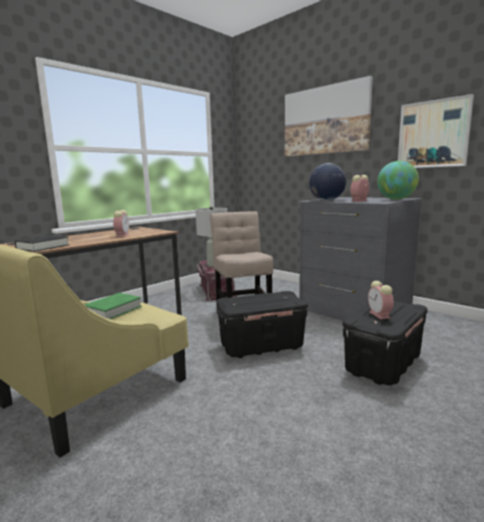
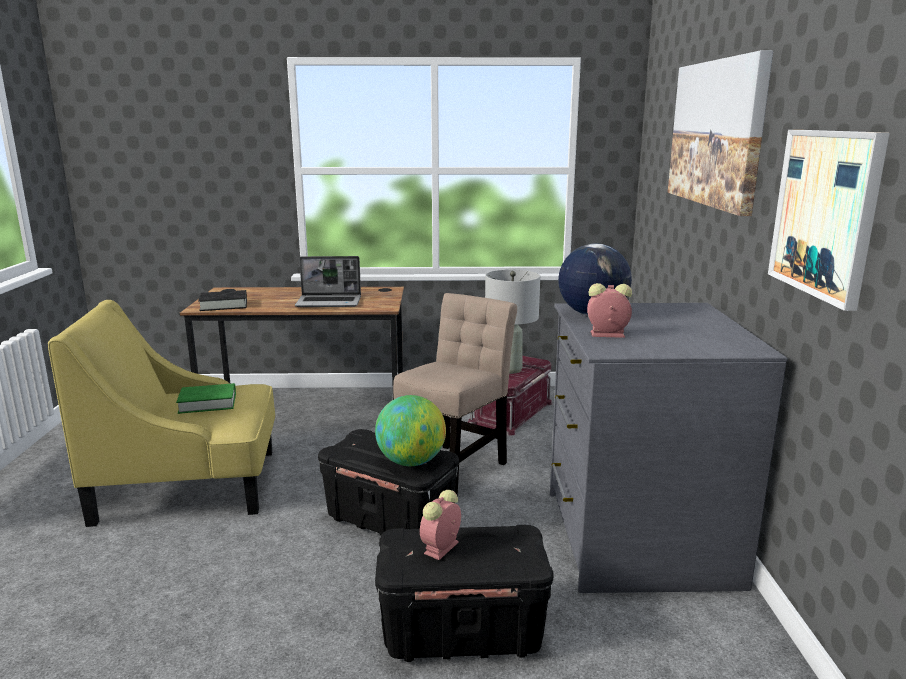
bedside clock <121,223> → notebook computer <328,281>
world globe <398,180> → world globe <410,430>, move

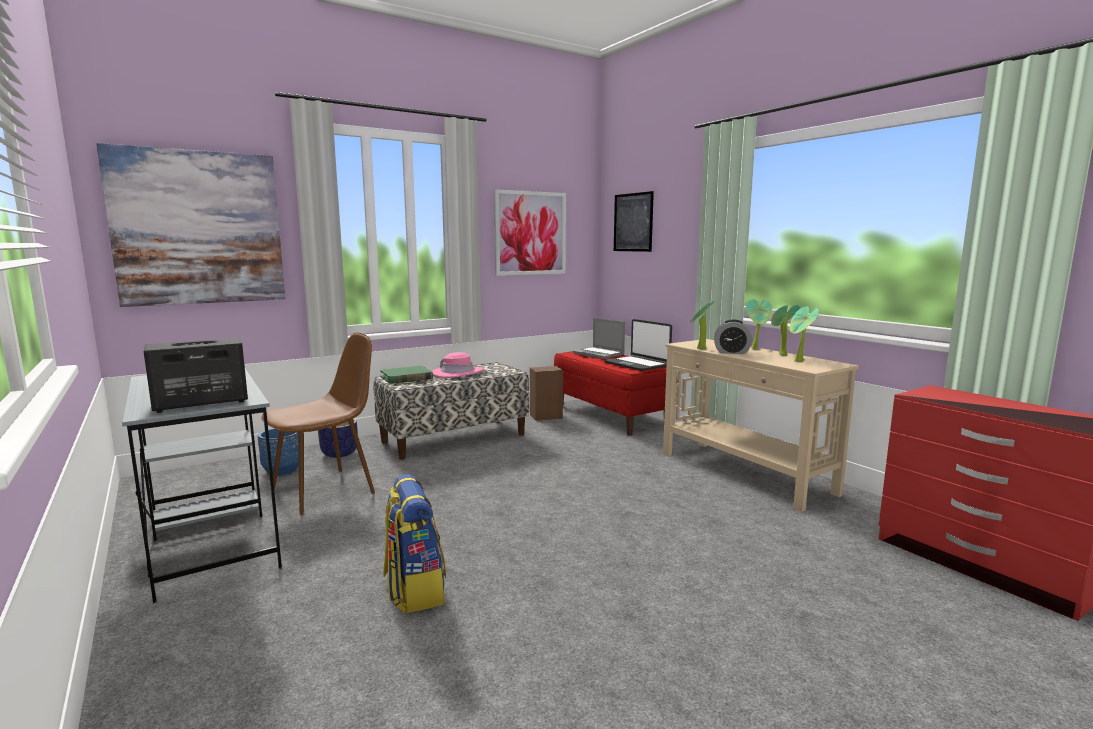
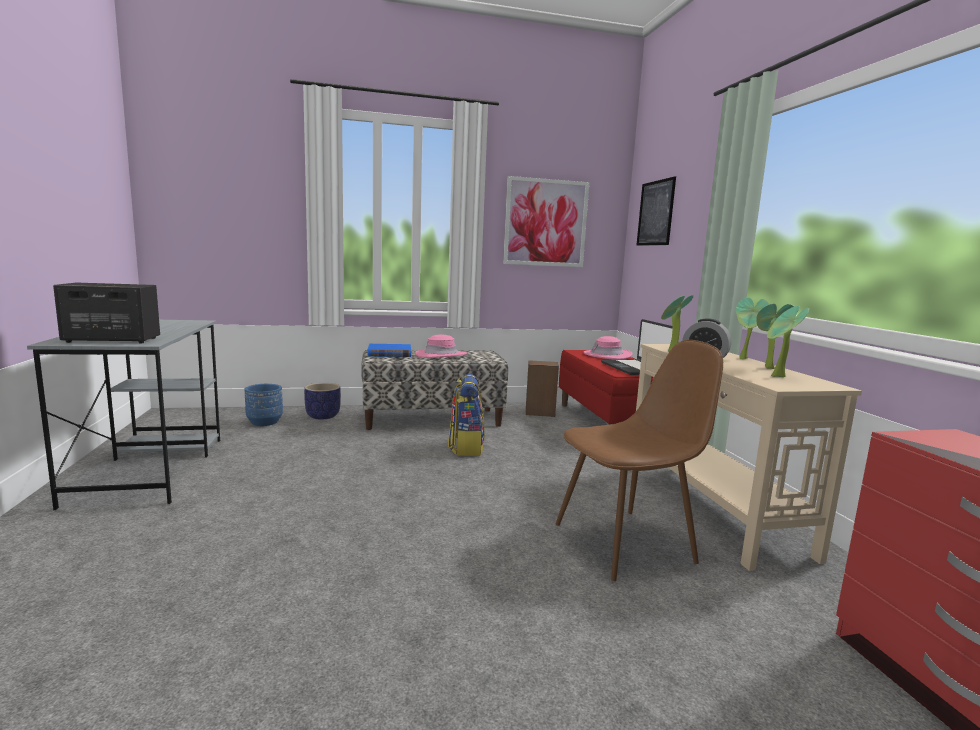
picture <190,225> → -
chair/brown-coloured <318,423> → chair/brown-coloured <639,460>, move
bound book/greenish <406,375> → bound book/blue-coloured <389,350>
backpack <415,543> → backpack <466,415>, move
notebook computer <599,338> → clothing hat/pinkish <608,348>

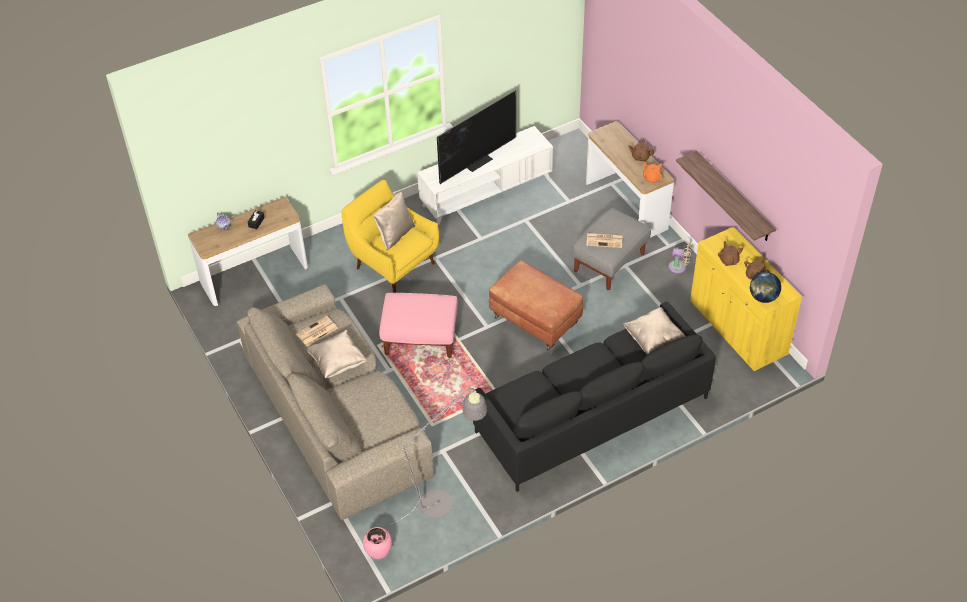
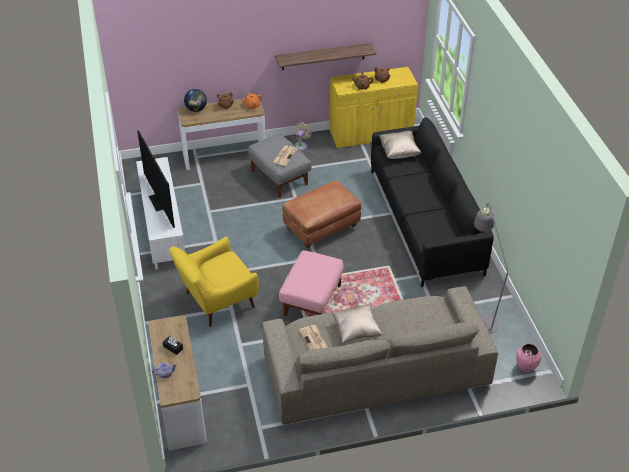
pillow/sand-coloured <394,221> → -
world globe <765,287> → world globe <195,100>, move

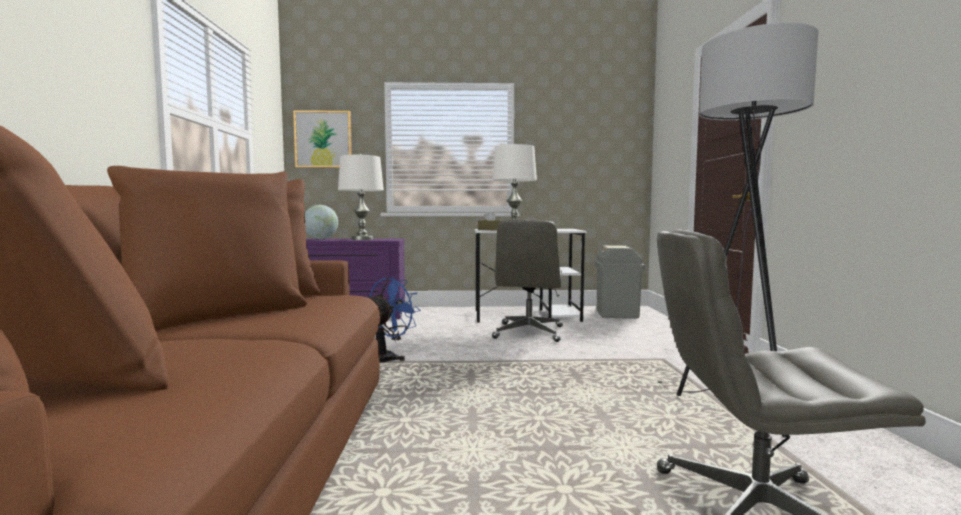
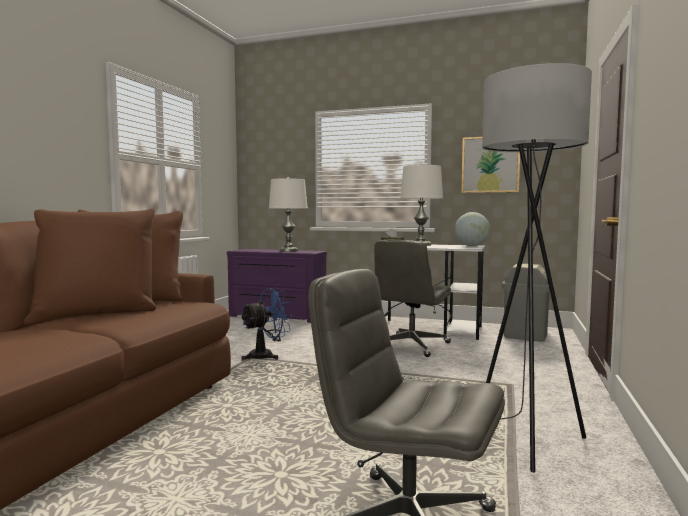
picture <322,139> → picture <490,165>, move
world globe <321,222> → world globe <472,229>, move

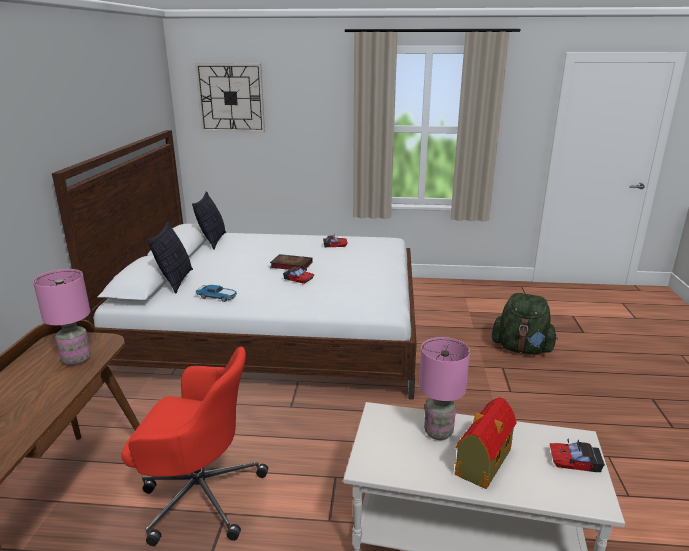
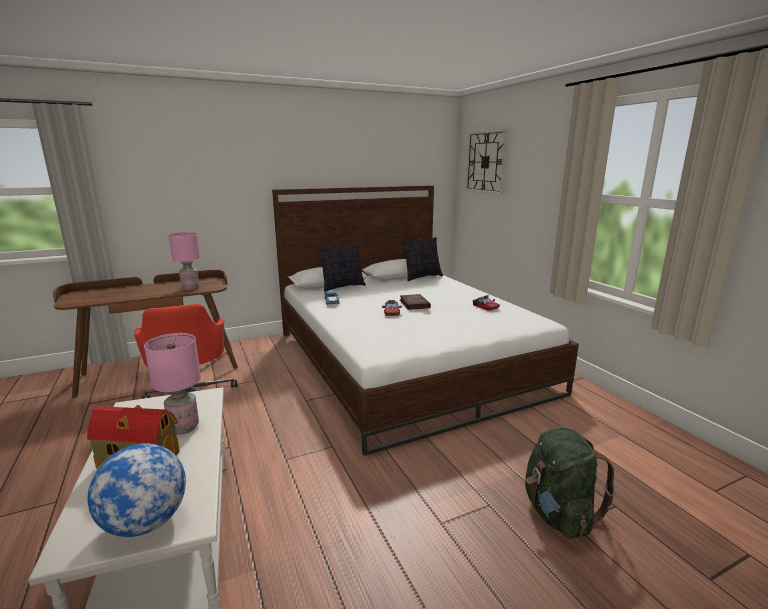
model car <577,455> → world globe <136,490>

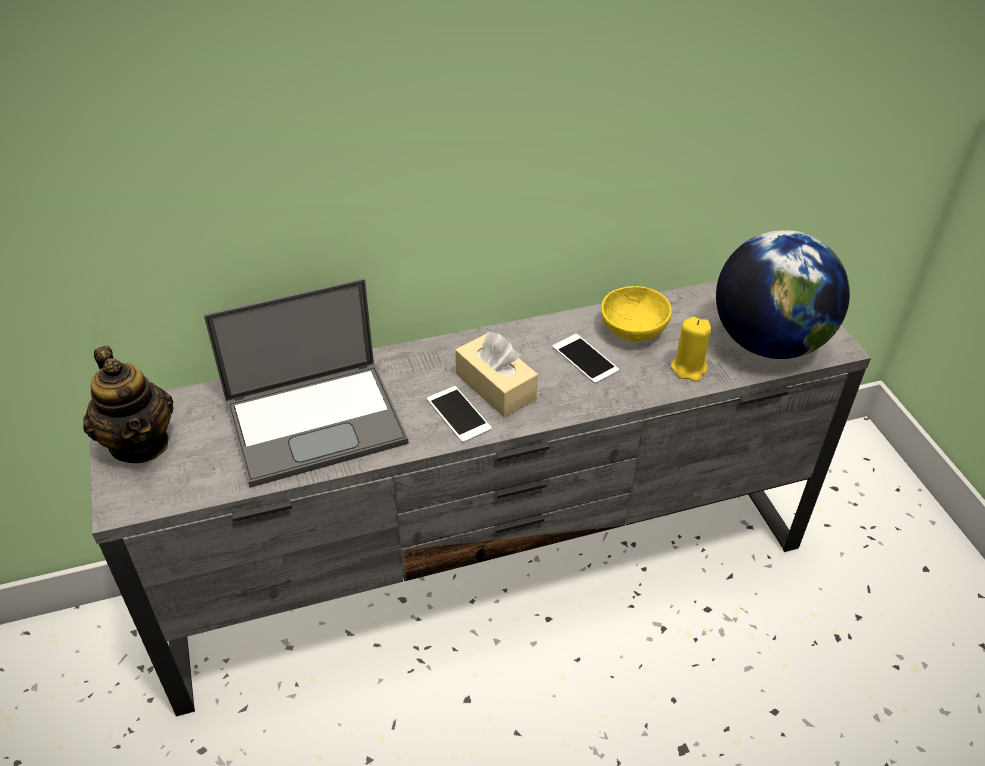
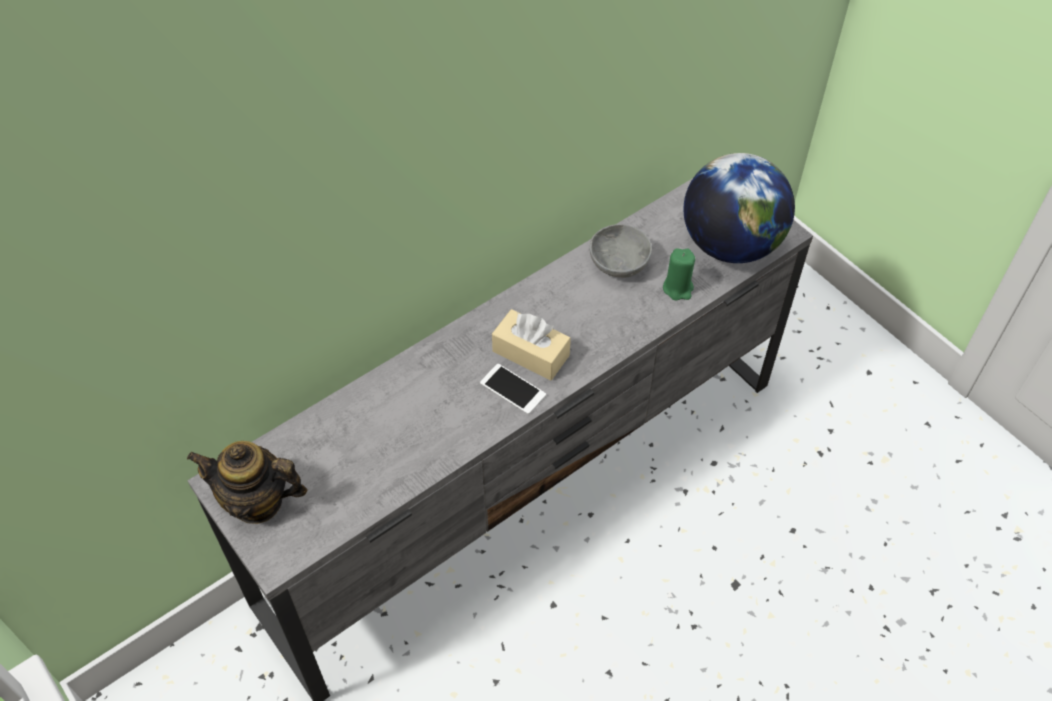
pot for tea <128,404> → pot for tea <247,482>, 150 degrees clockwise
notebook computer <306,383> → -
handset <585,359> → -
deep dish/yellow <636,314> → deep dish/gray <621,251>
wax light/yellow <691,349> → wax light/greenish <679,274>

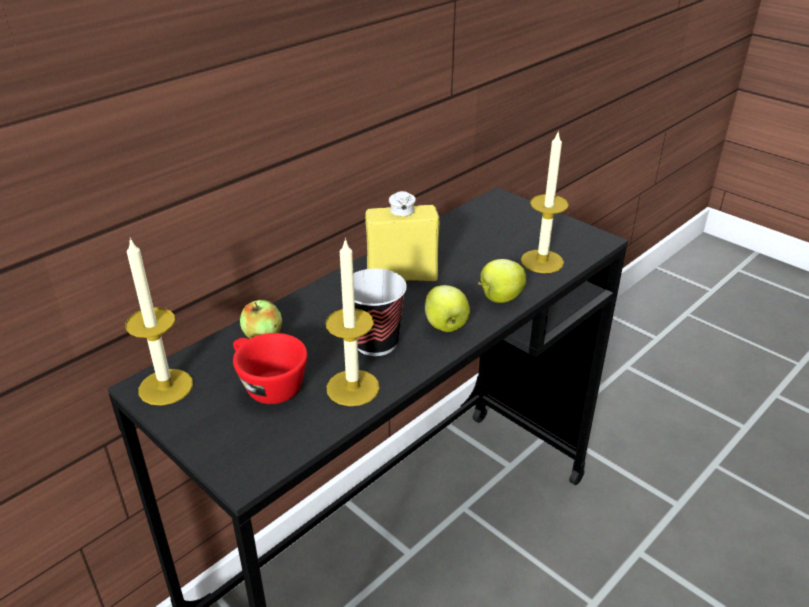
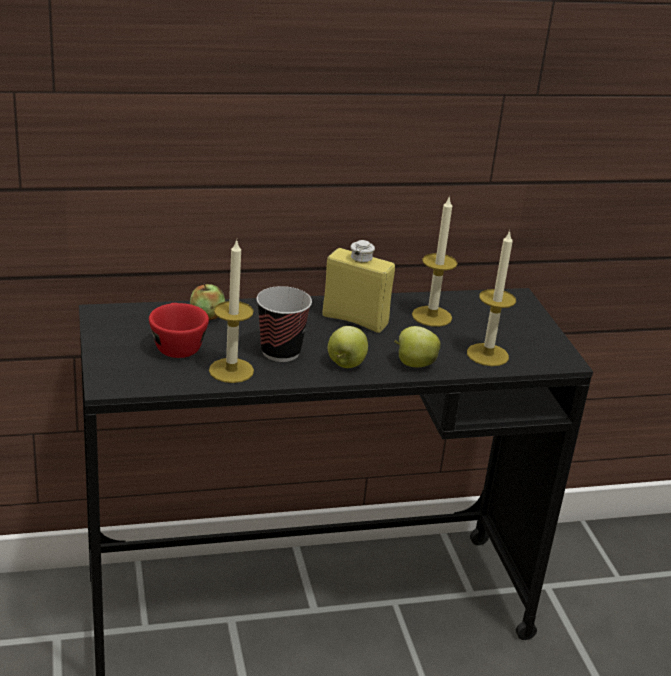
wax light <159,321> → wax light <435,261>, move

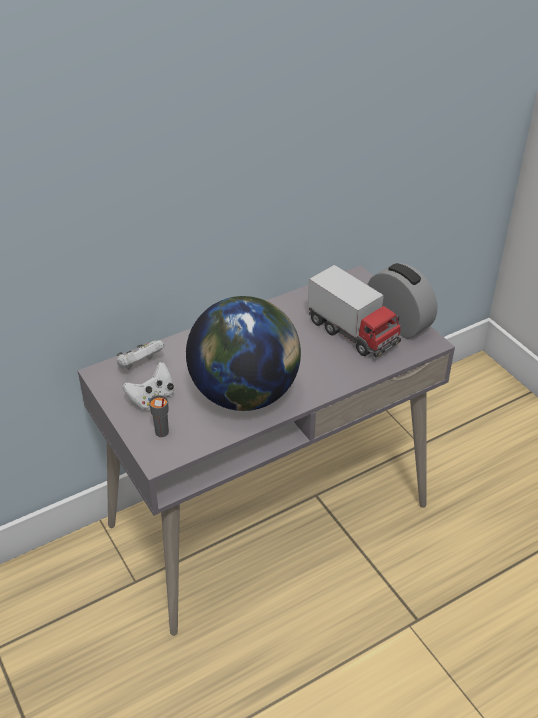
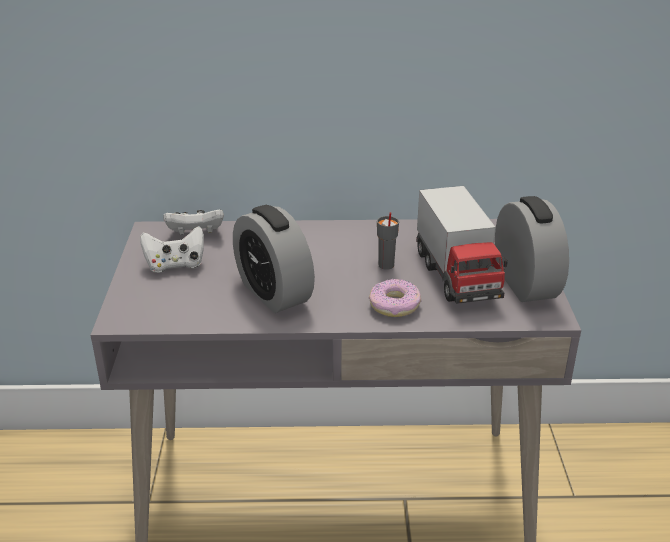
cup/gray <159,416> → cup/gray <388,241>, move
world globe <243,353> → bedside clock <274,259>
- → donut <395,298>

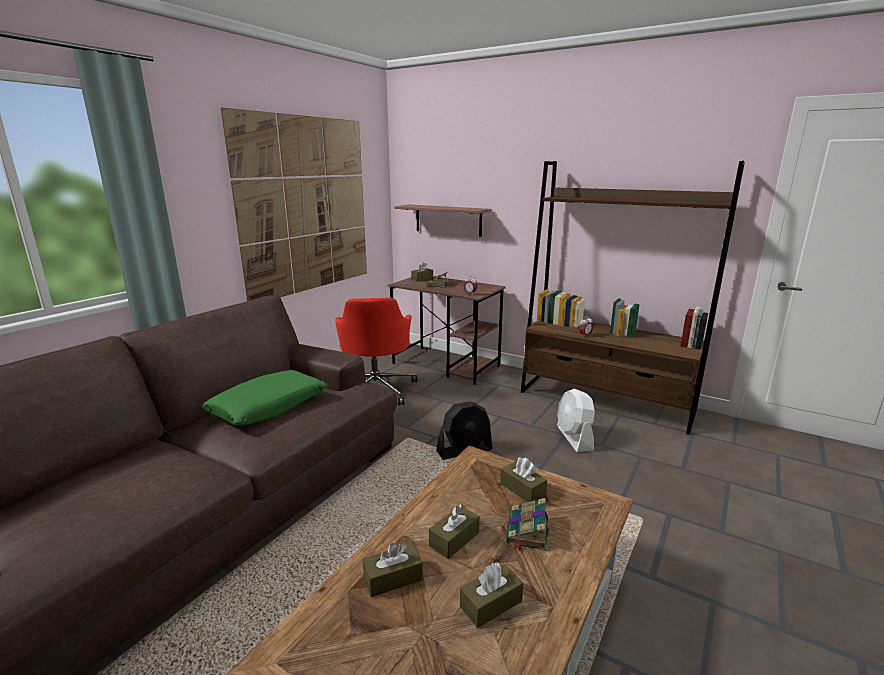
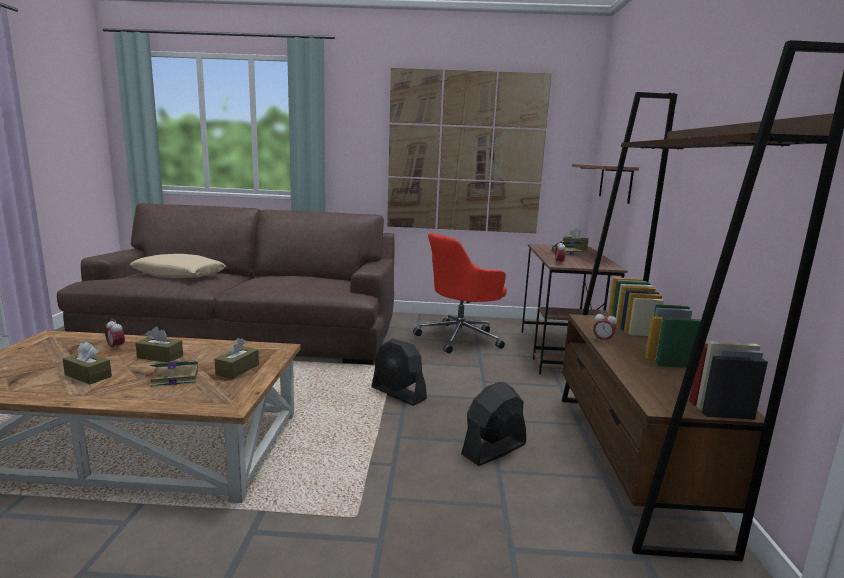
pillow/greenish <264,398> → -
tissue box/brown-coloured <393,570> → bedside clock <115,334>
cooling fan/white <576,420> → cooling fan/black-coloured <493,424>
- → pillow/sand-coloured <178,266>

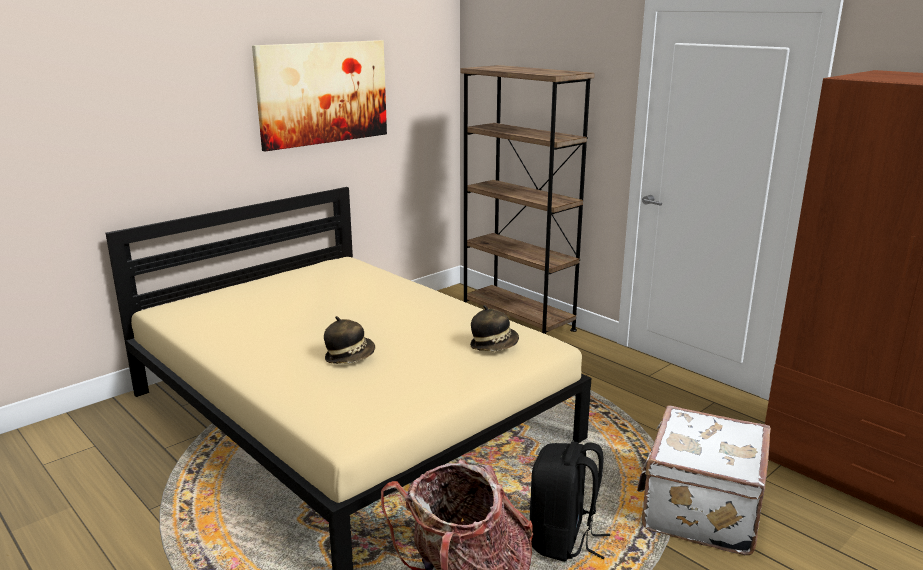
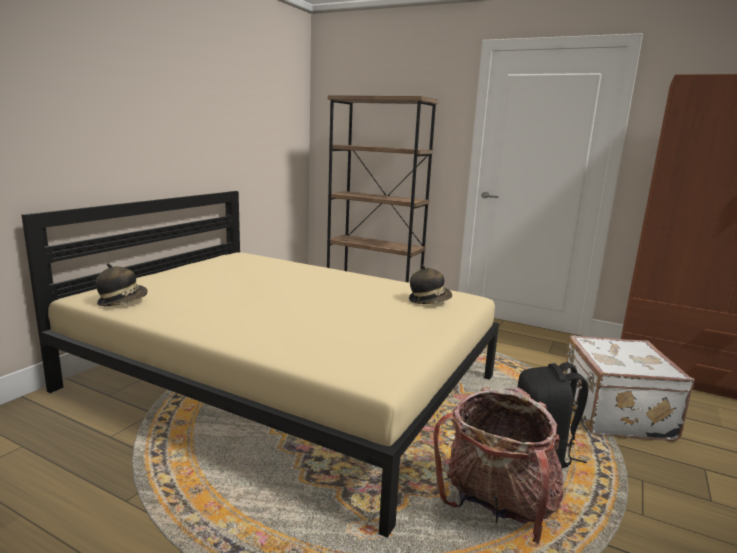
picture <319,96> → -
clothing hat <349,340> → clothing hat <121,285>, move

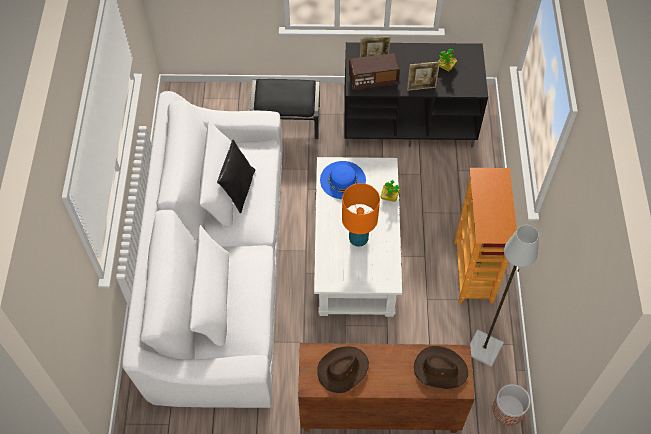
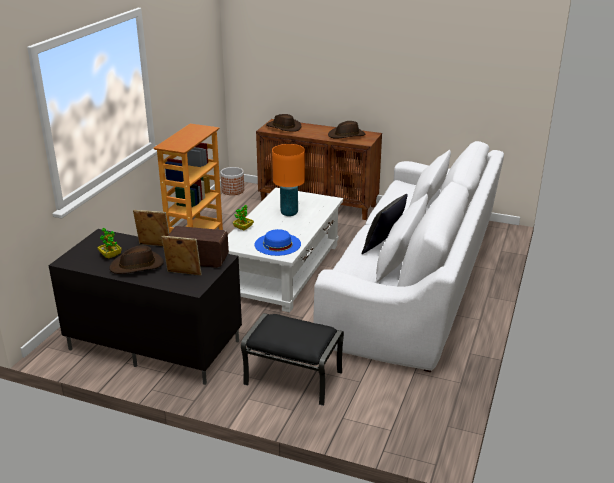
standing lamp/gray <504,296> → -
- → clothing hat/brown-coloured <136,259>

